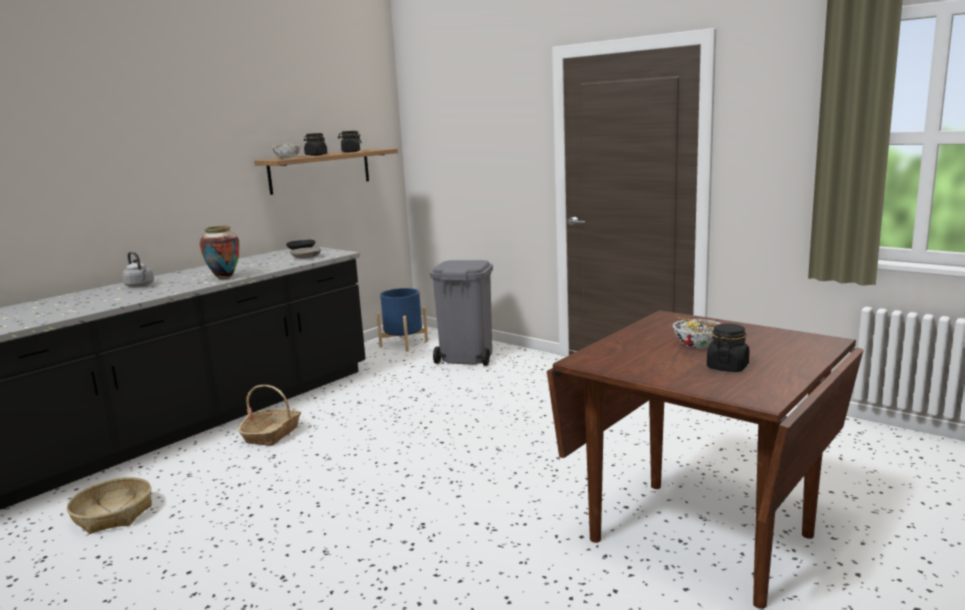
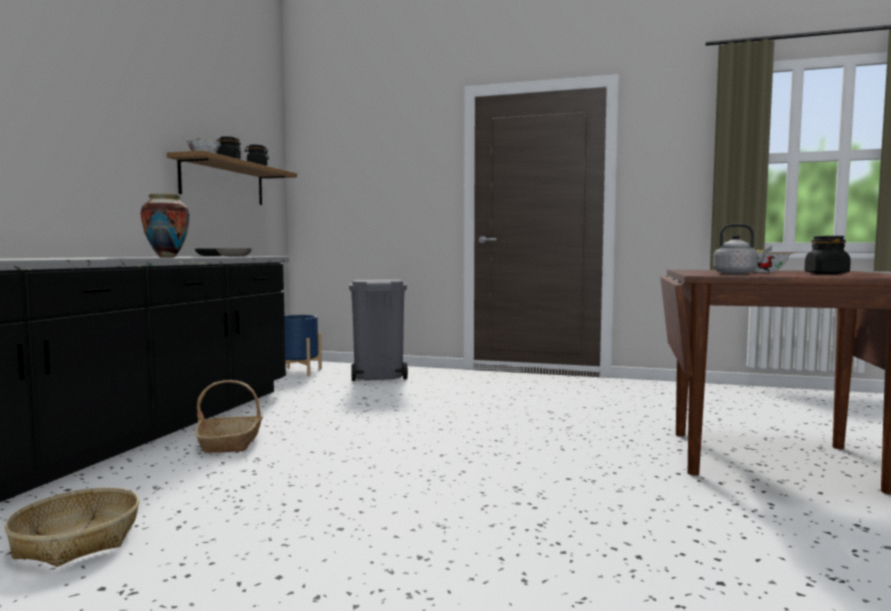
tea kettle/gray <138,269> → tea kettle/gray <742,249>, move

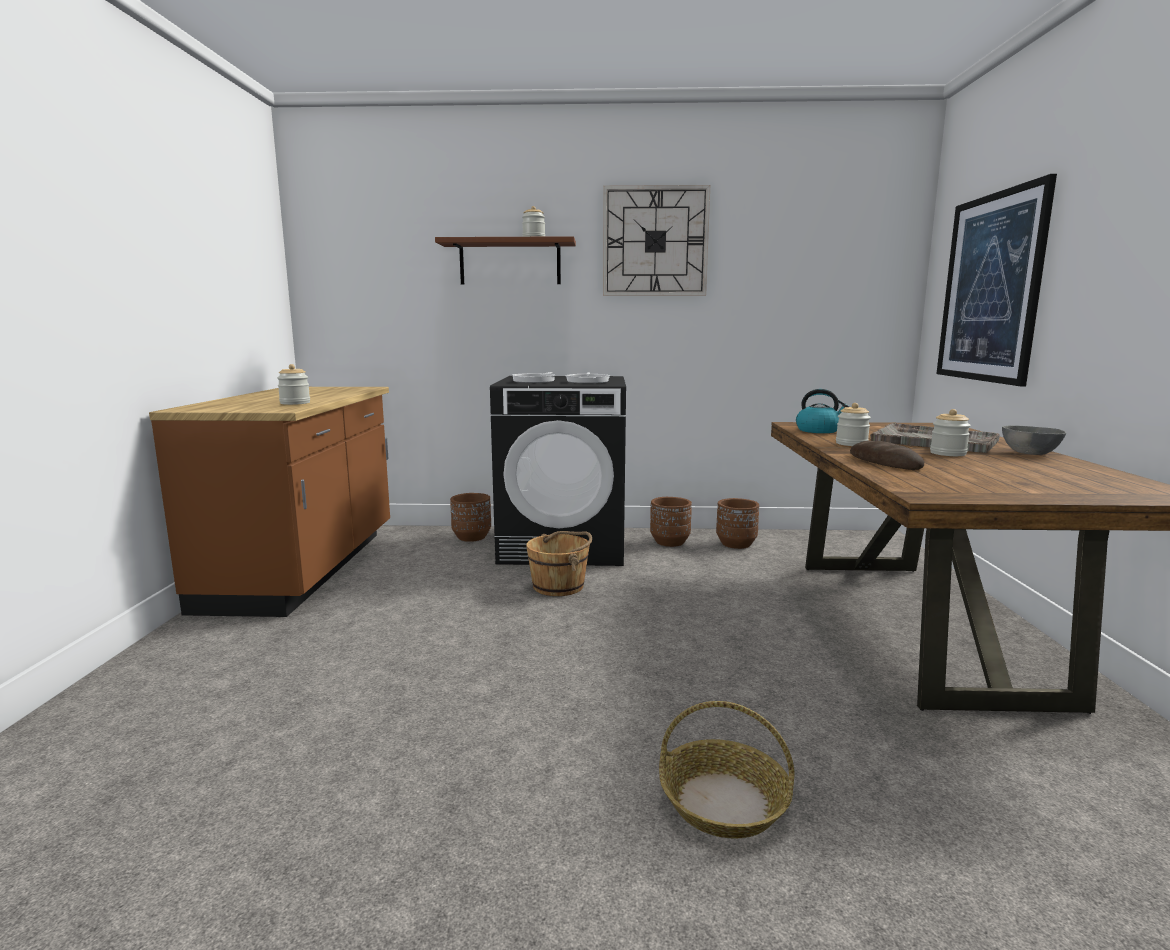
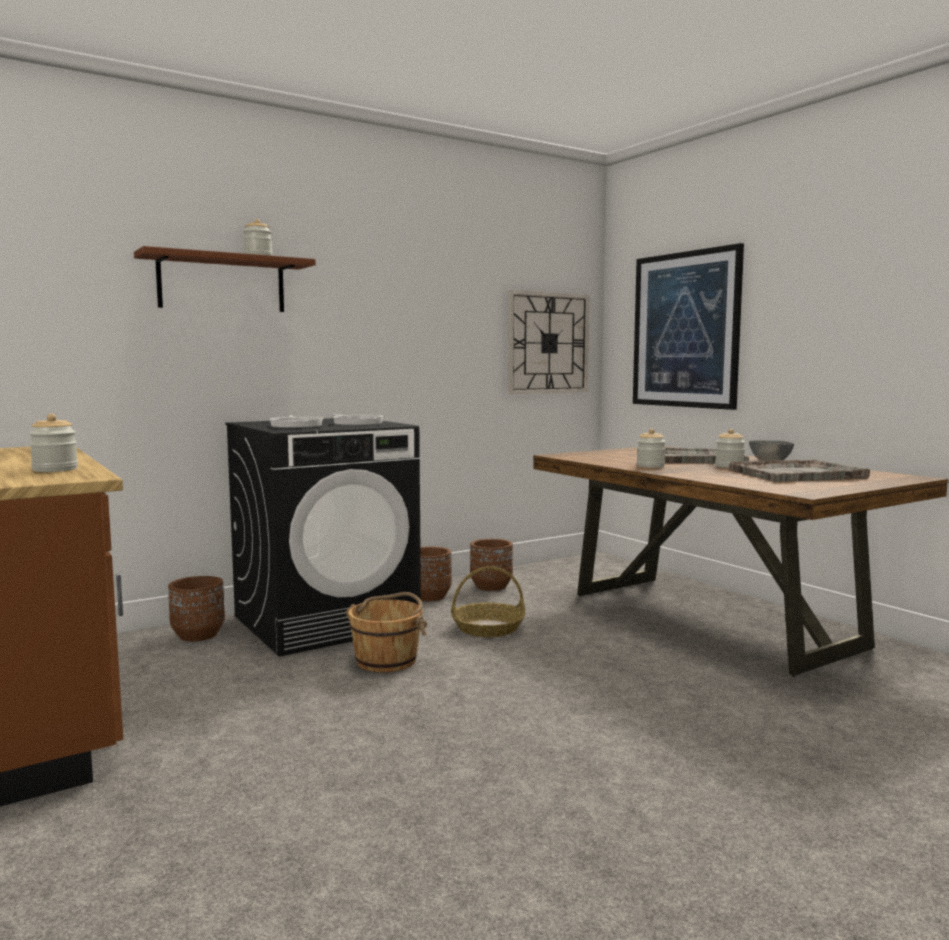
wall clock <656,240> → wall clock <548,342>, move
household basket <727,770> → household basket <488,601>, move
tea kettle <823,411> → -
bakery bread <887,455> → -
- → carrying tray/gray <799,471>

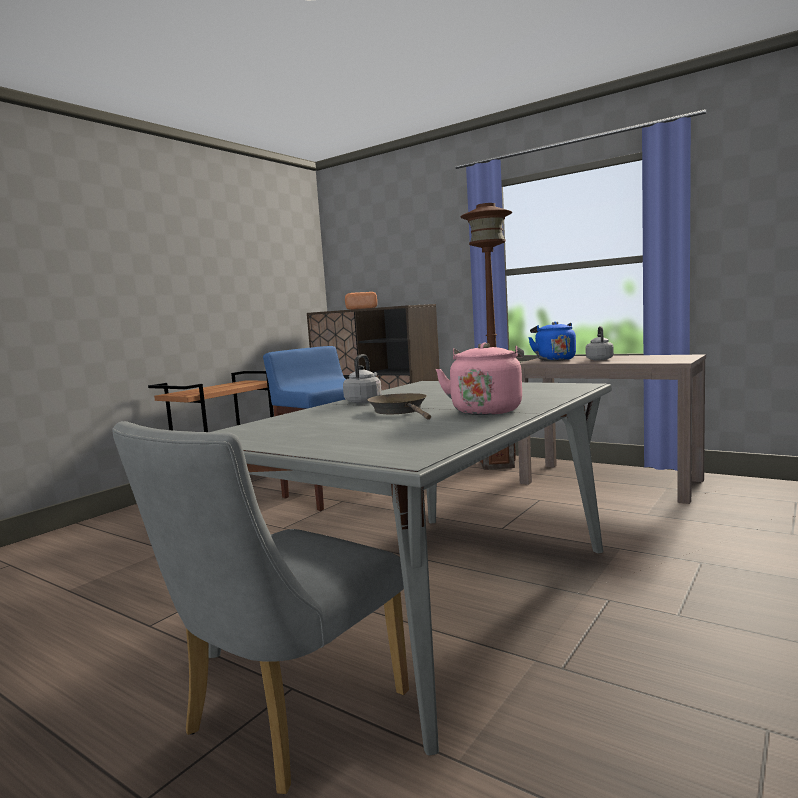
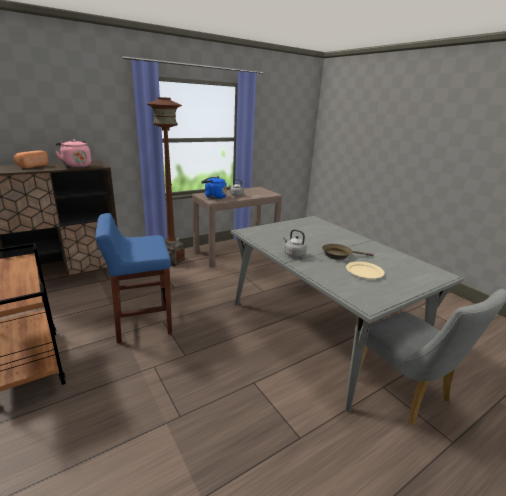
tea kettle/pinkish <479,378> → tea kettle/pinkish <72,153>, move
- → dinner plate/sand-coloured <365,270>

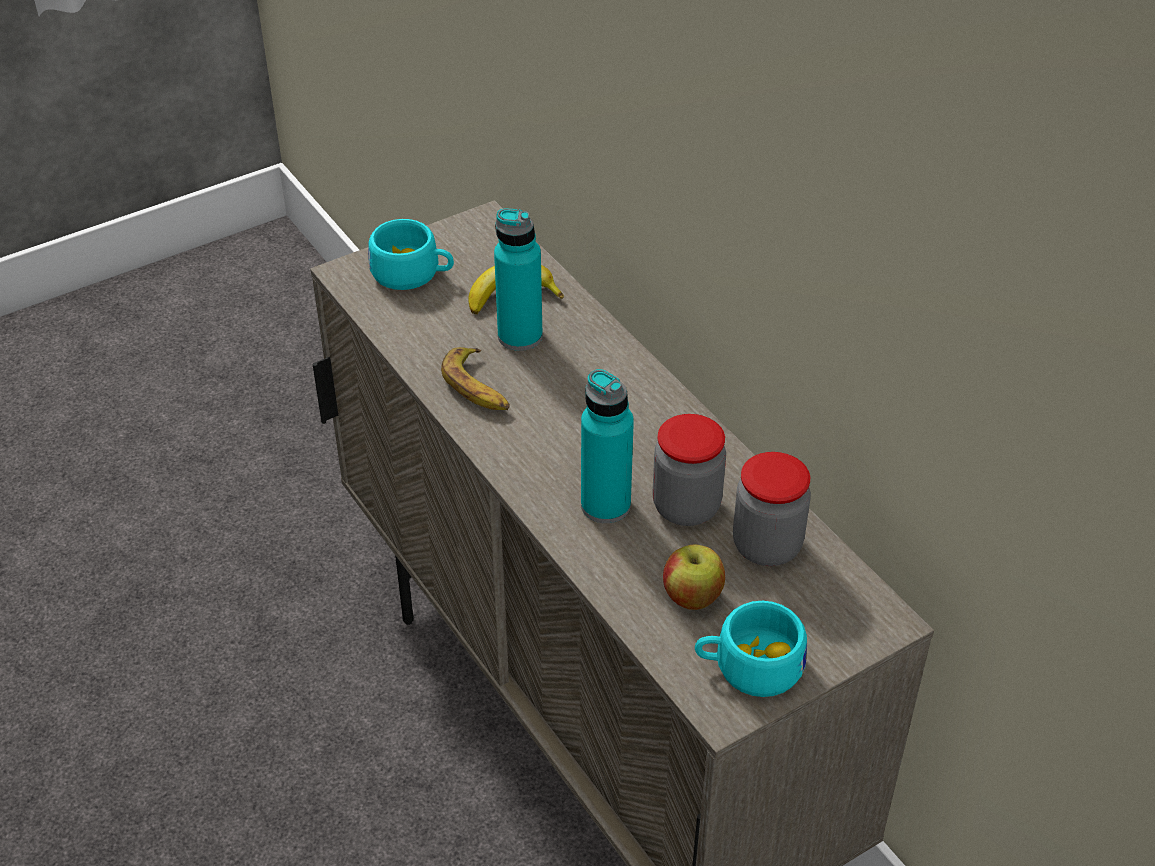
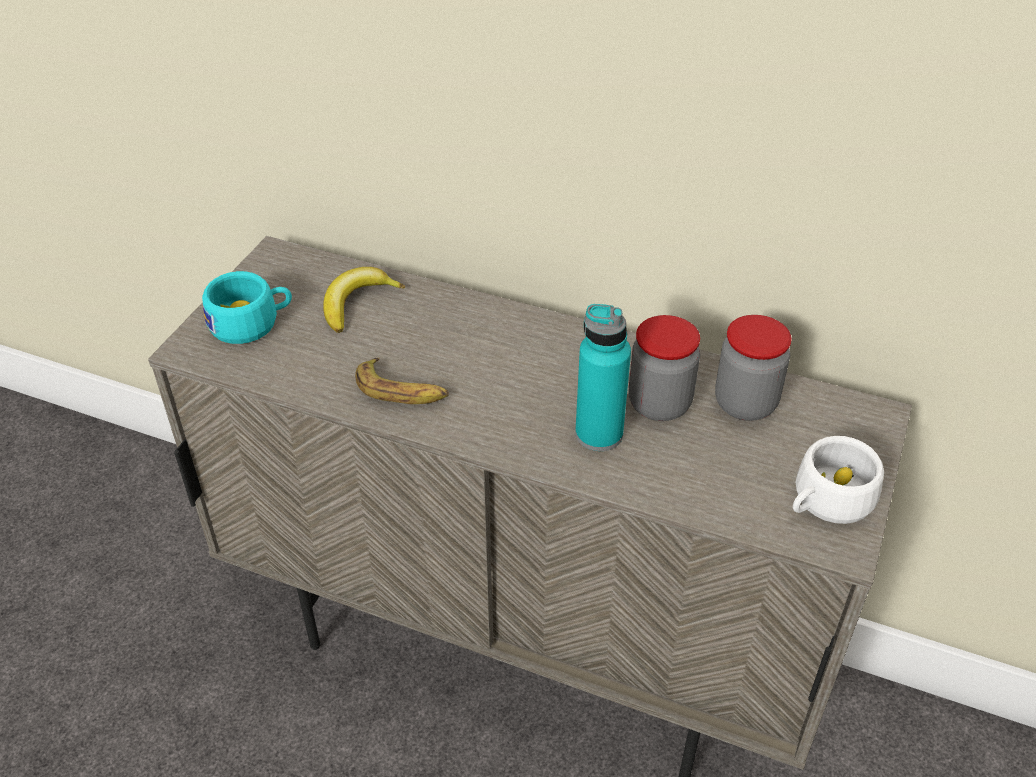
drink bottle/turquoise-coloured <518,279> → -
apple fruit <694,577> → -
cup/turquoise-coloured <751,649> → cup/white <838,480>

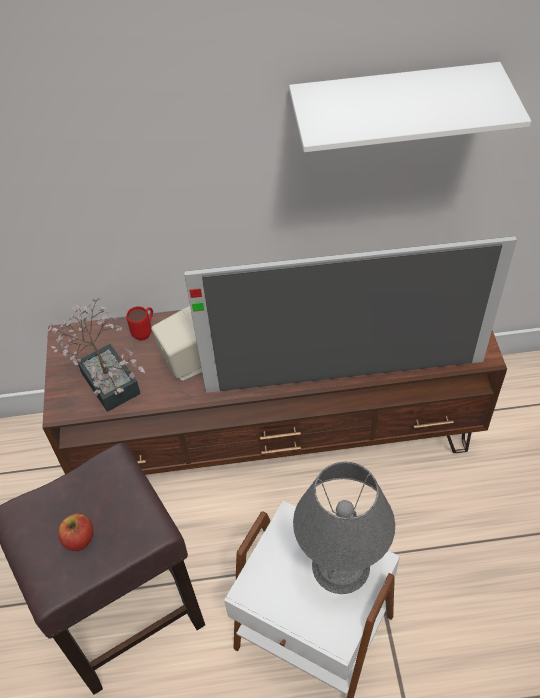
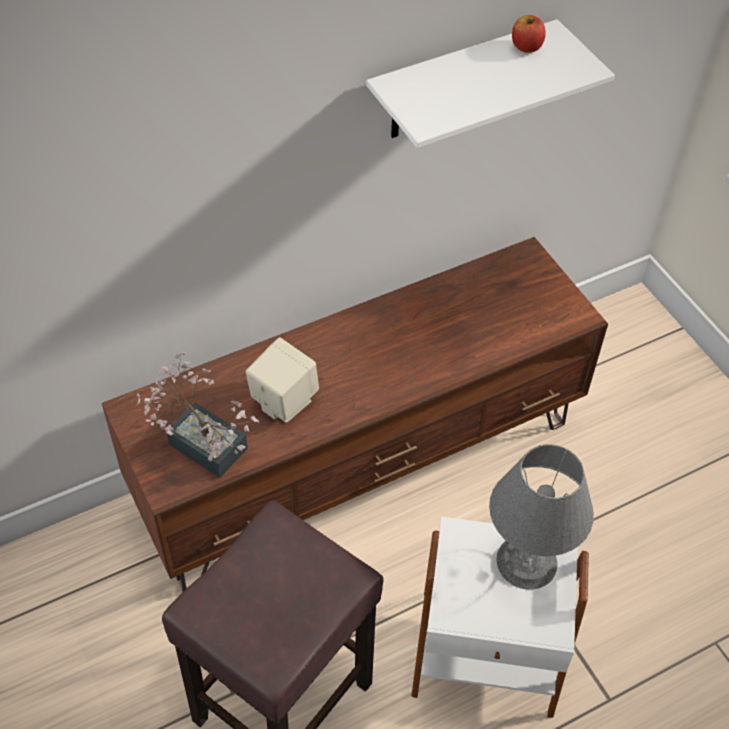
apple fruit <75,532> → apple fruit <529,34>, move
tea mug/reddish <139,323> → -
TV set <350,314> → -

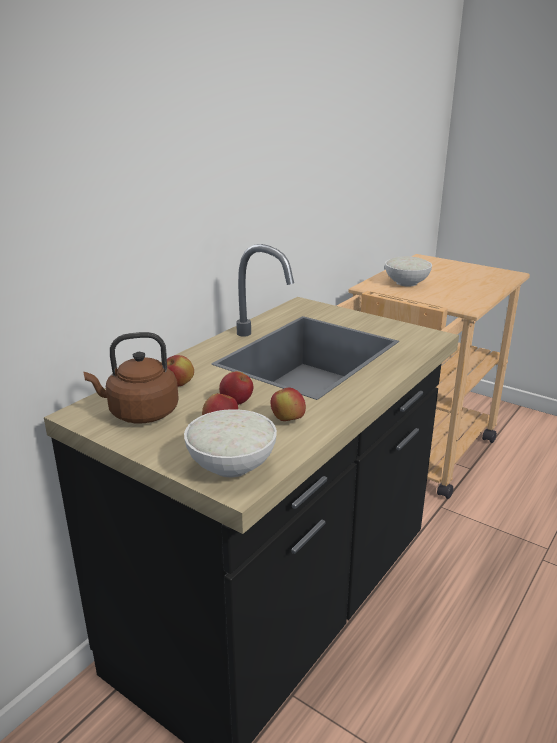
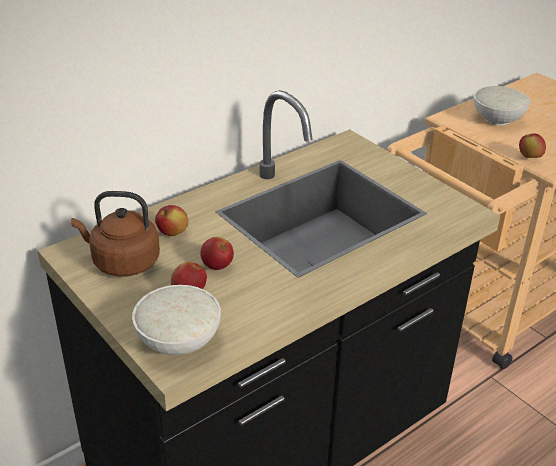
apple fruit <288,404> → apple fruit <532,145>, move

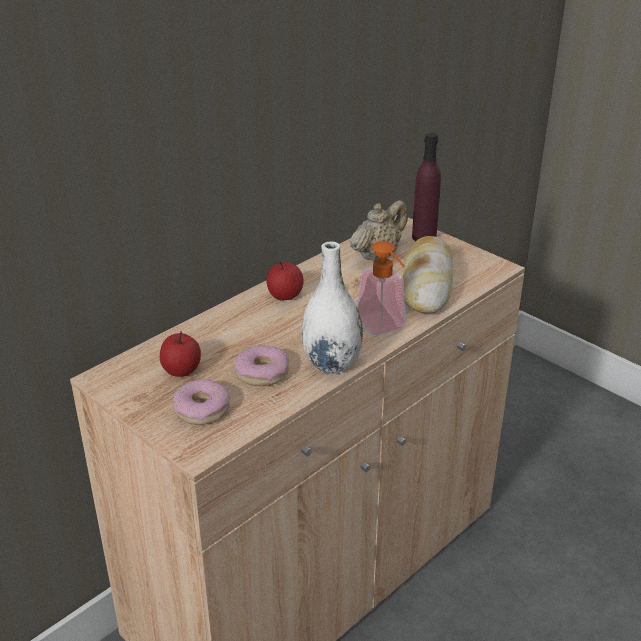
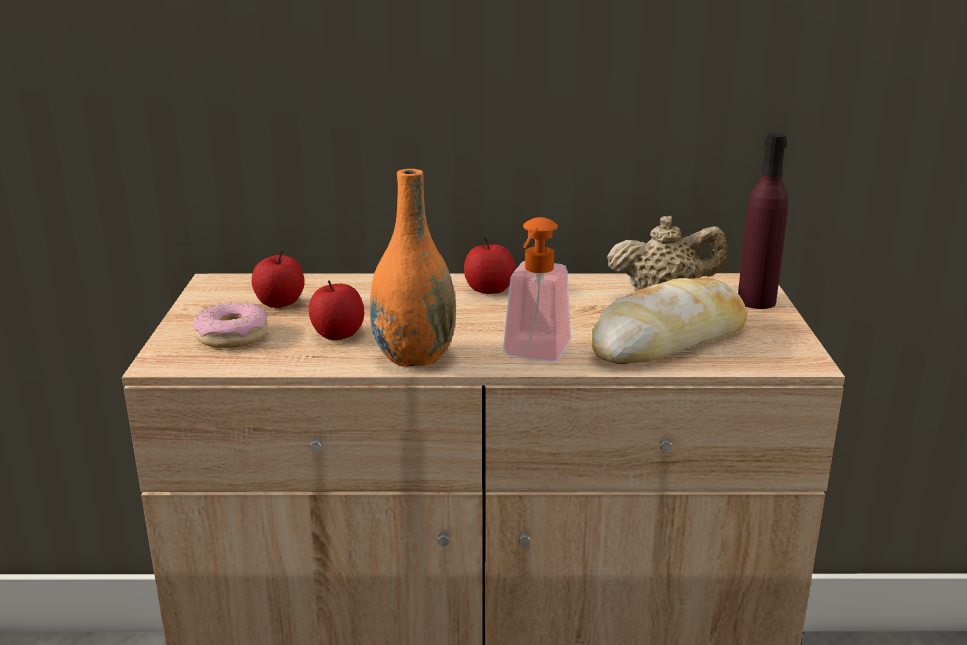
donut <262,365> → apple fruit <336,310>
decorative vase/white <332,308> → decorative vase/orange-coloured <413,268>

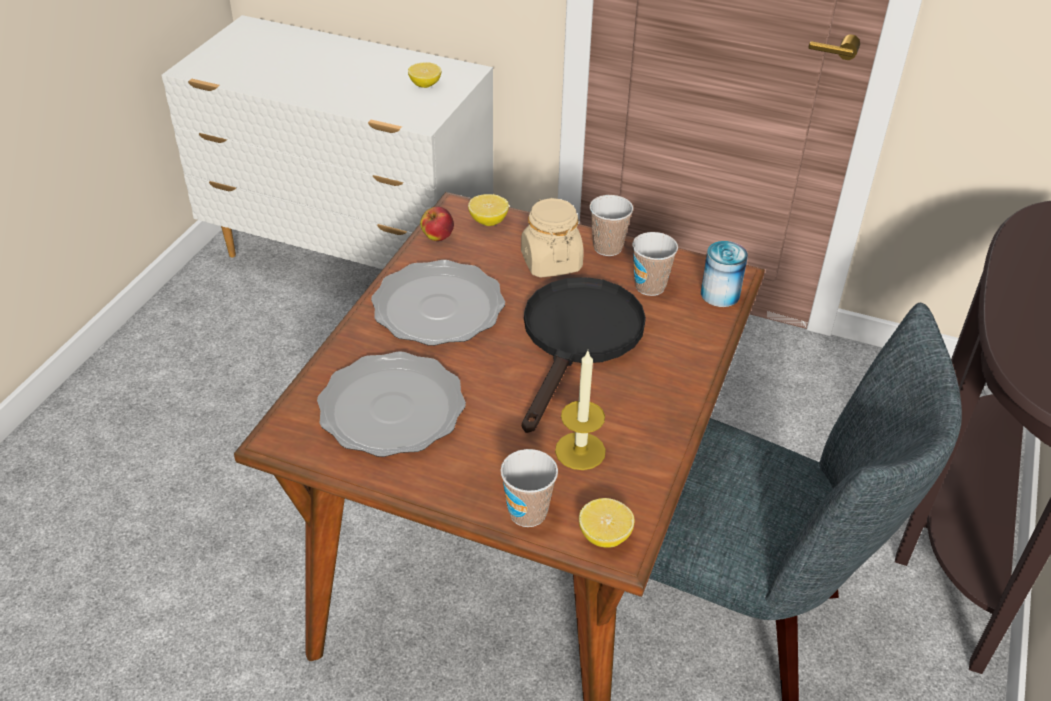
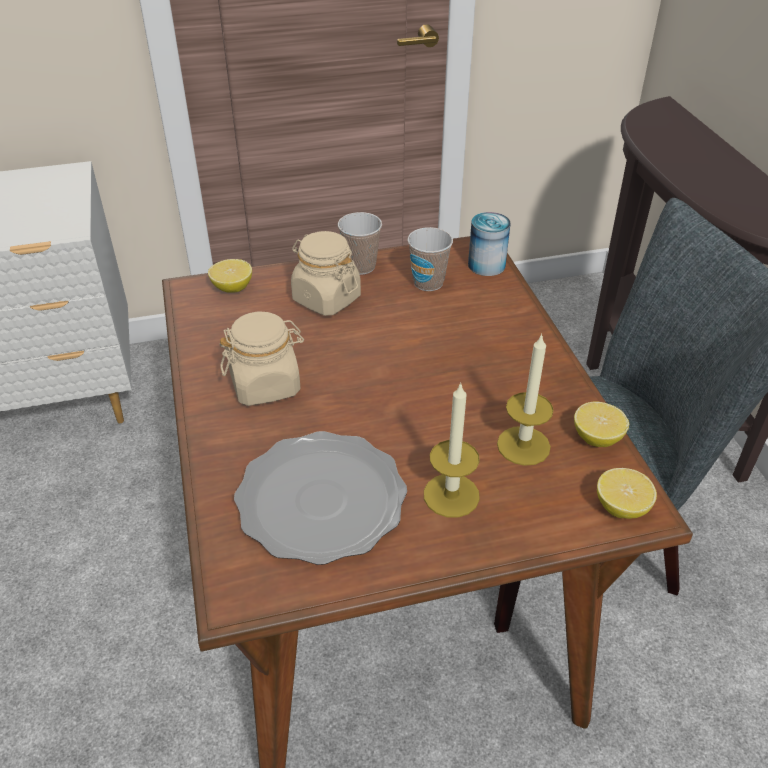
dinner plate <438,303> → preserve jar/sand-coloured <261,358>
whole lemon <424,75> → whole lemon <601,424>, move
apple fruit <437,224> → -
cup <529,488> → -
pan/black-coloured <584,355> → -
- → wax light <452,450>

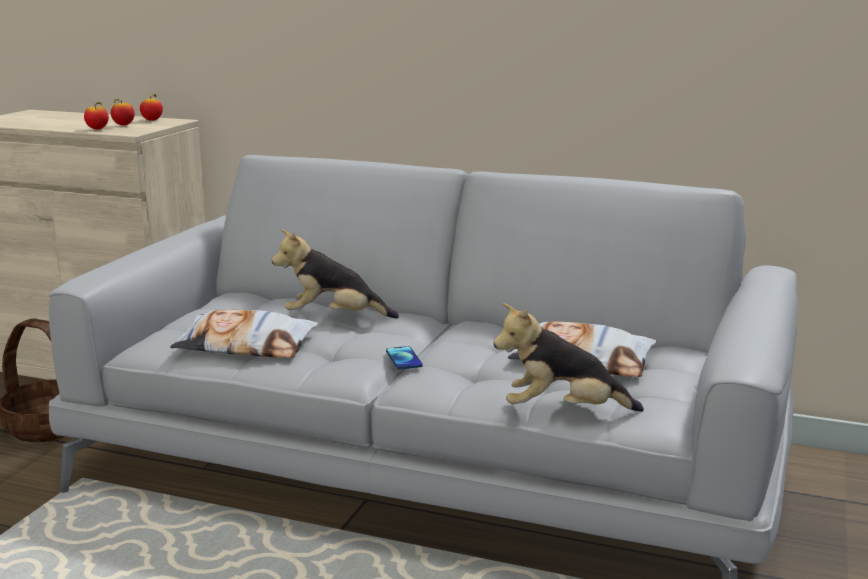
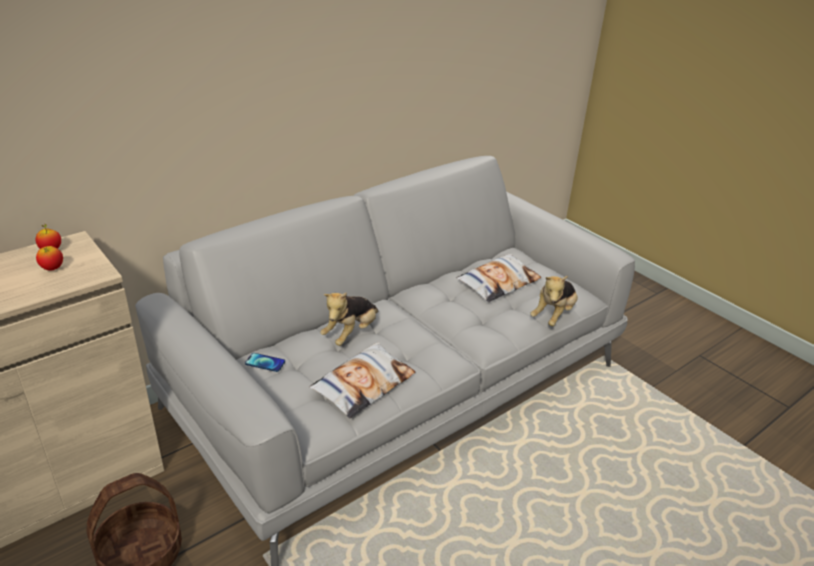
apple fruit <96,115> → -
handset <404,357> → handset <265,362>, move

